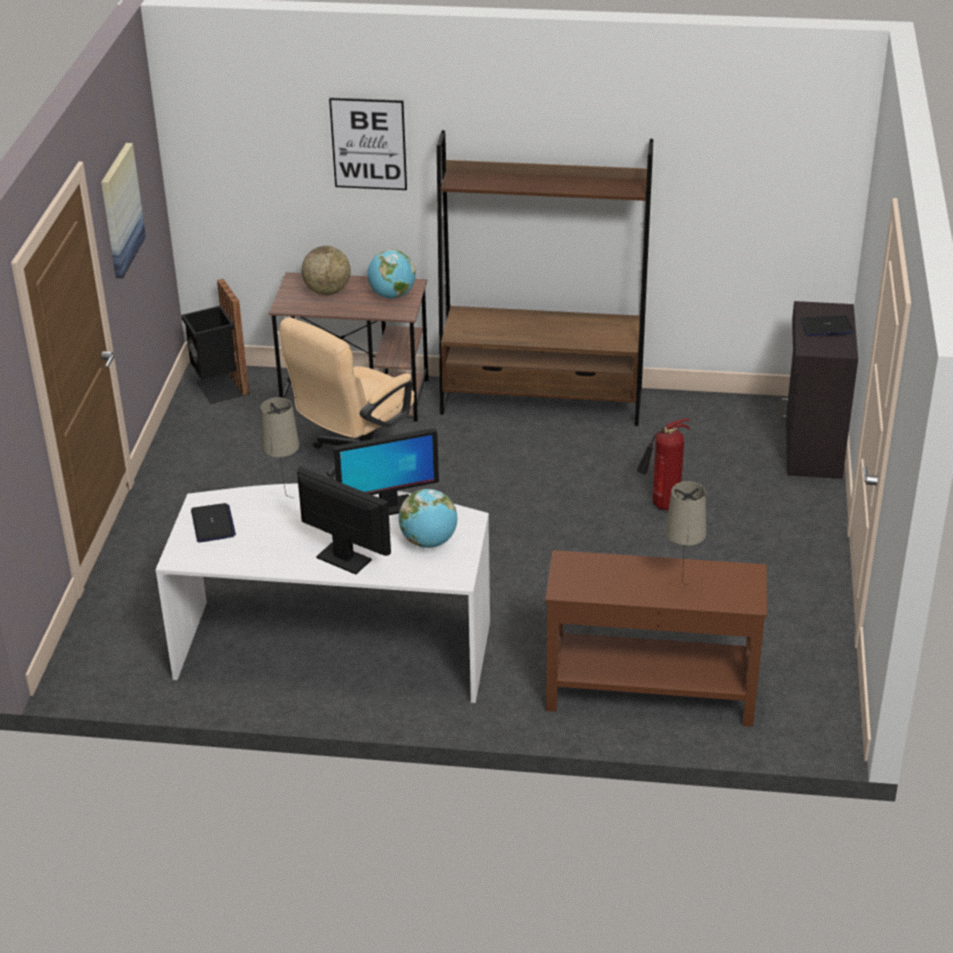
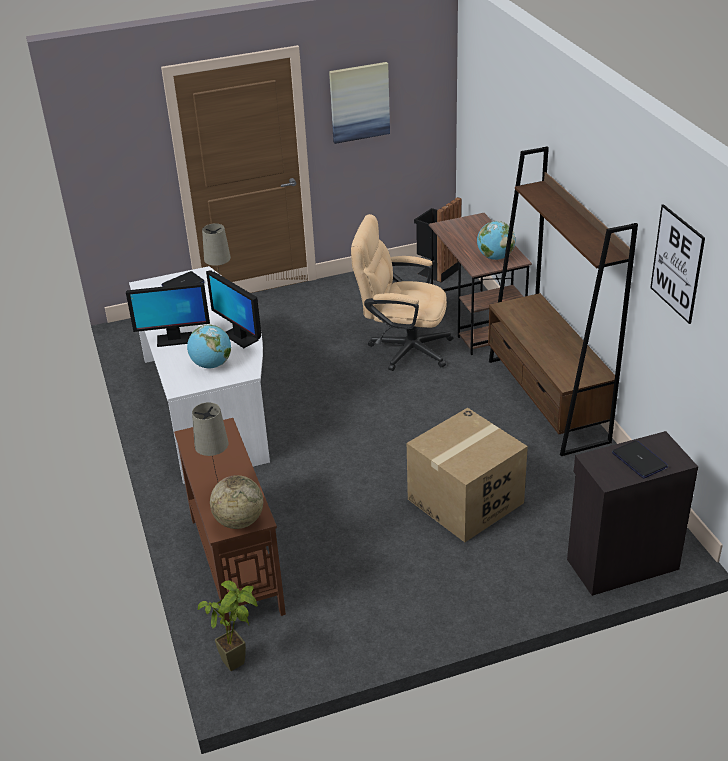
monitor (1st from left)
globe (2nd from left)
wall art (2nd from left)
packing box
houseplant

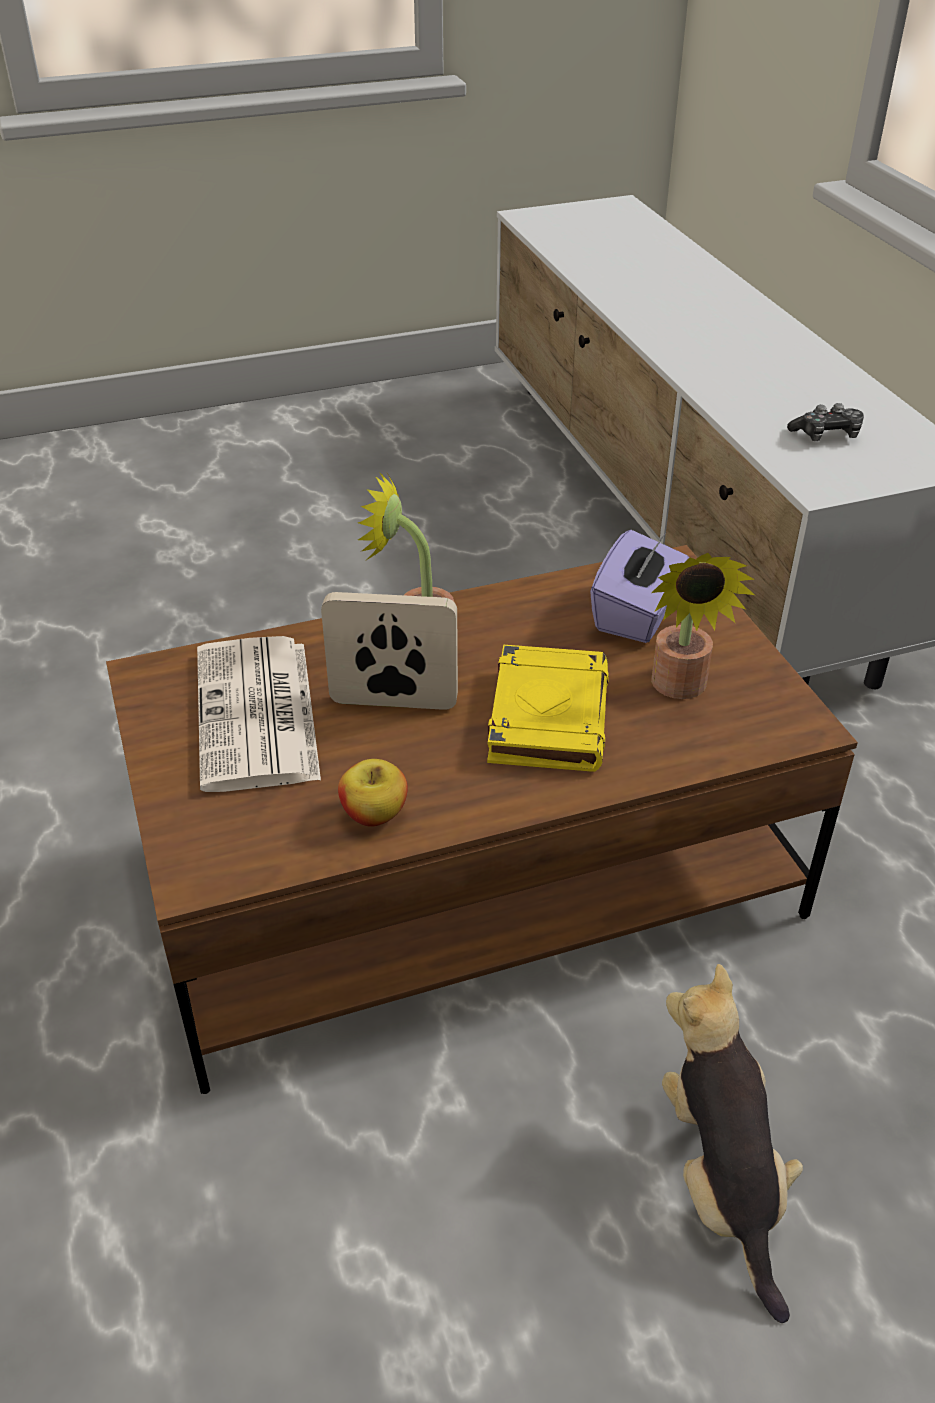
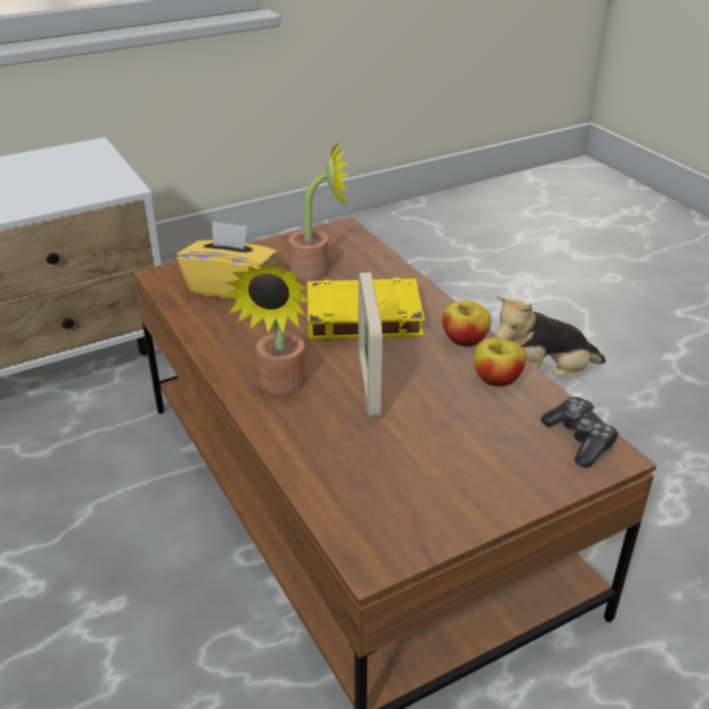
daily paper
box of tissues (yellow)
joypad
whole apple (1st from left)

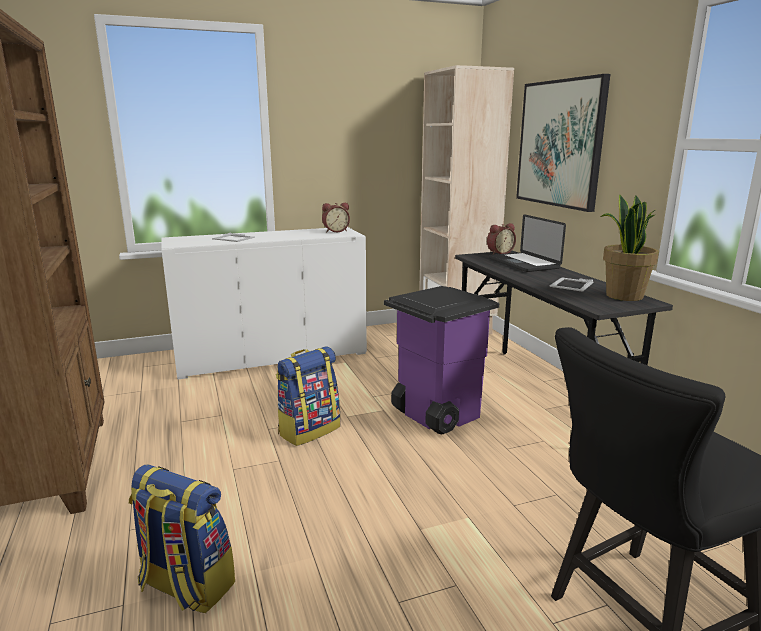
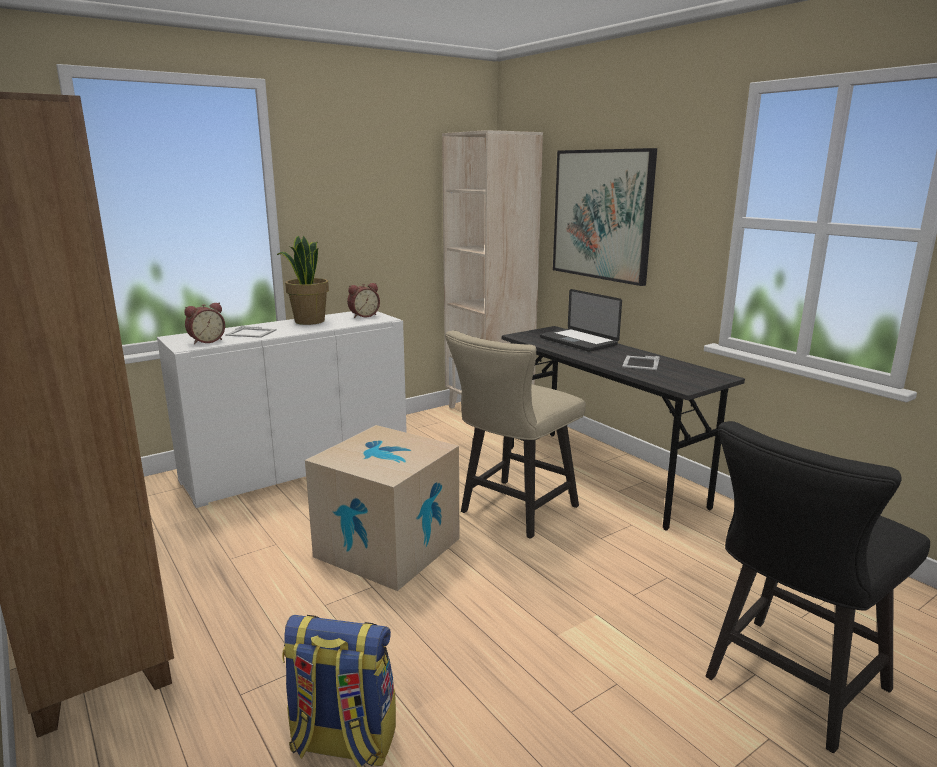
packing box
upright chair (beige-coloured)
table clock (1st from left)
houseplant

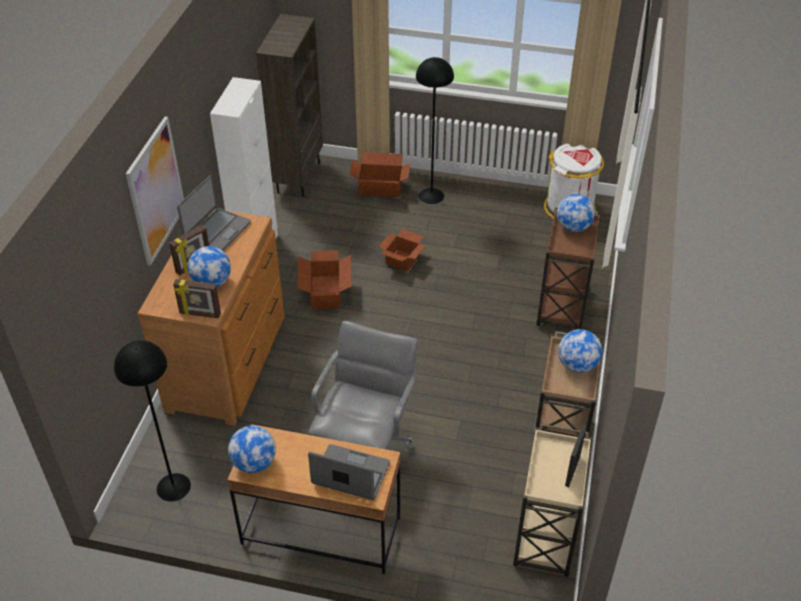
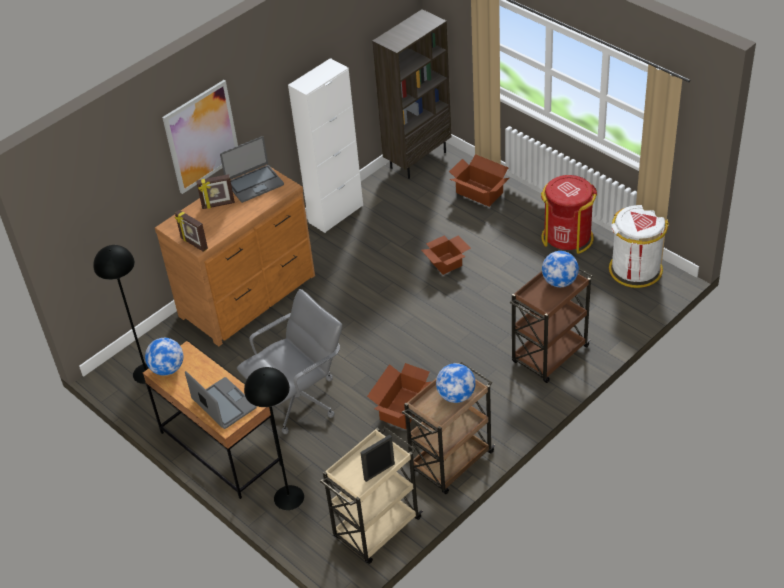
globe (1st from left in the first image)
packing box (1st from left)
floor lamp (black) (2nd from left)
trash can (reddish)

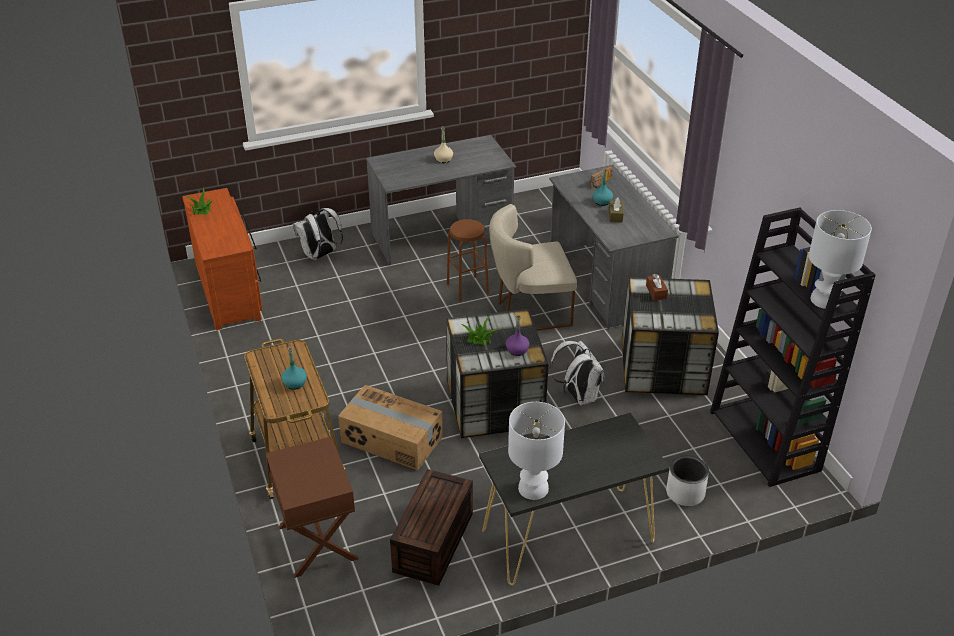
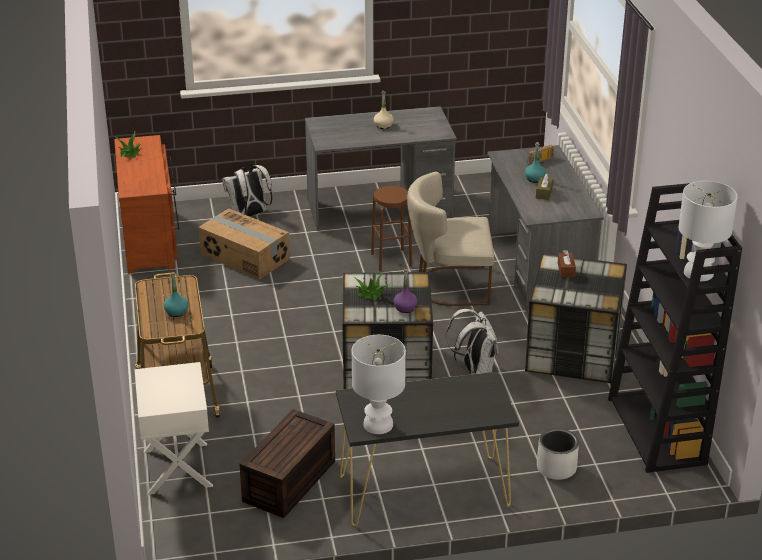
night table (whitish)
packing box

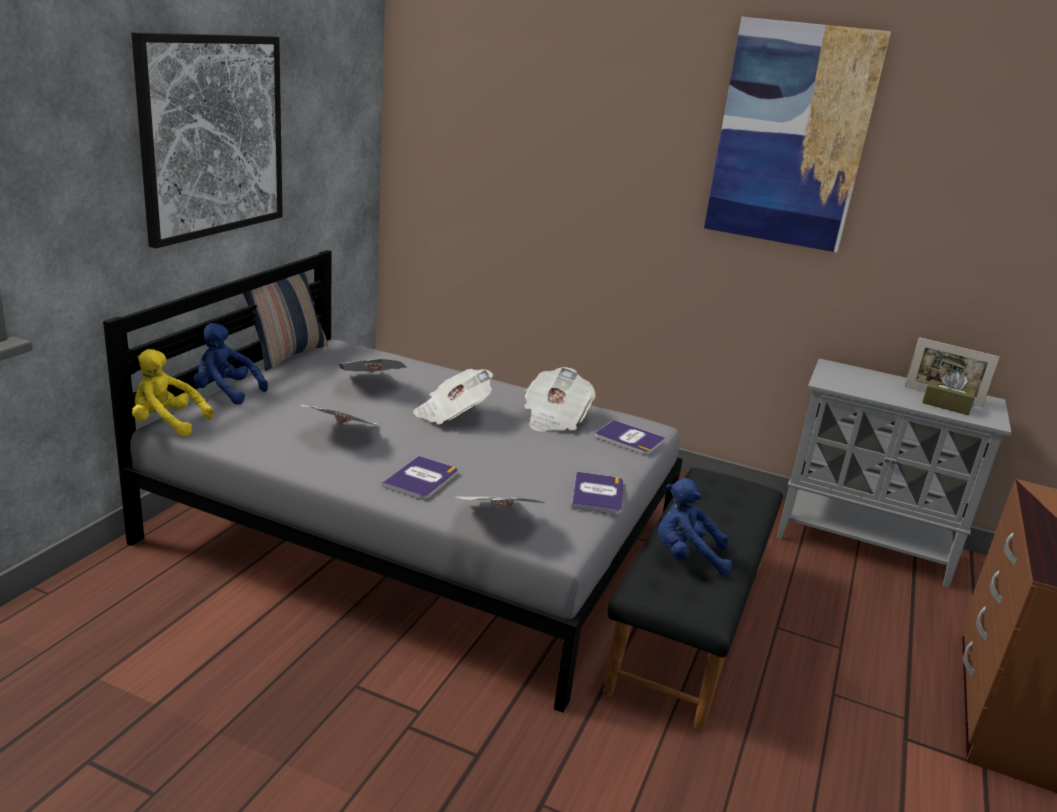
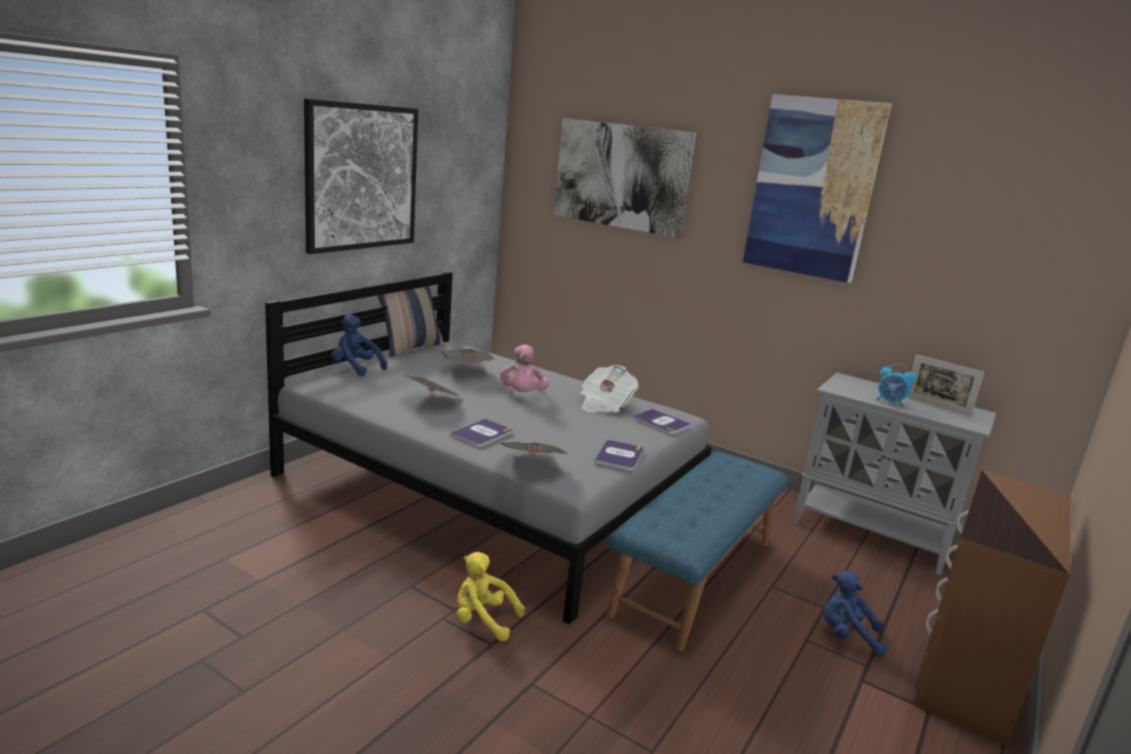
plush toy (yellow)
plush toy (pinkish)
long seat (bluish)
plush toy (bluish) (2nd from left)
box of tissues (brown-coloured)
wall art (2nd from left)
table clock

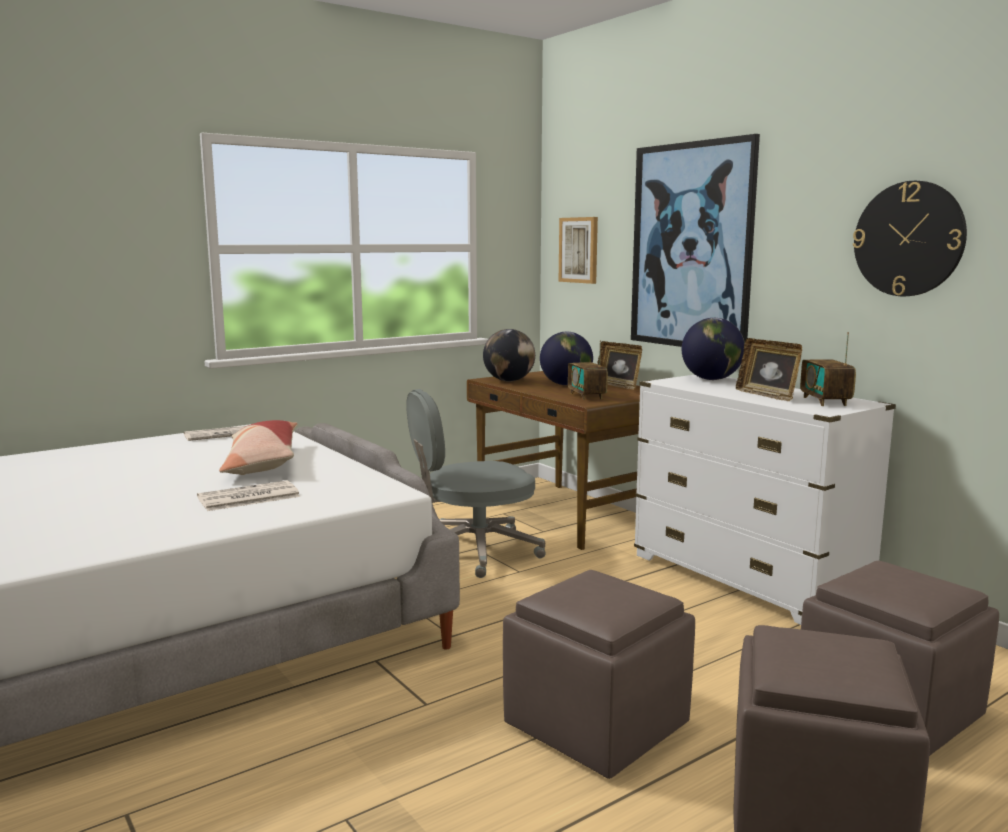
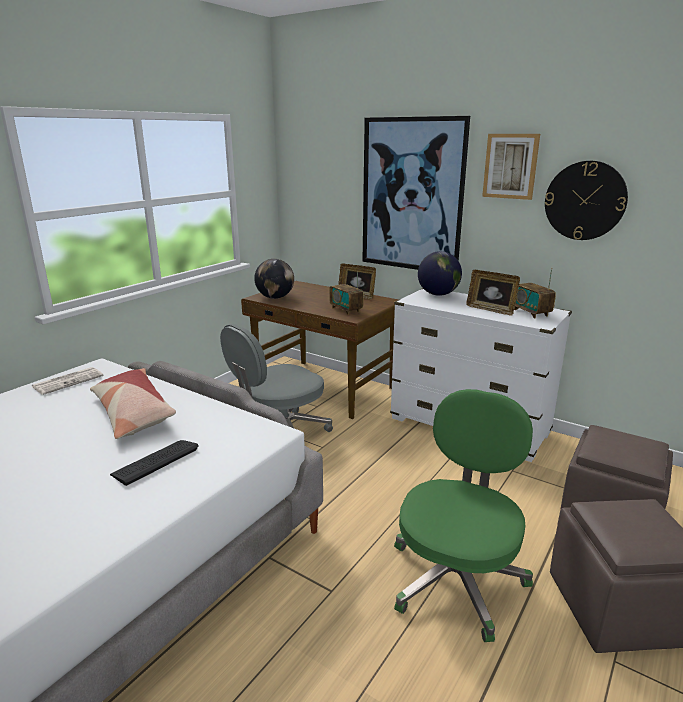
keyboard
office chair (green-coloured)
globe (2nd from left in the first image)
wall art (2nd from left)

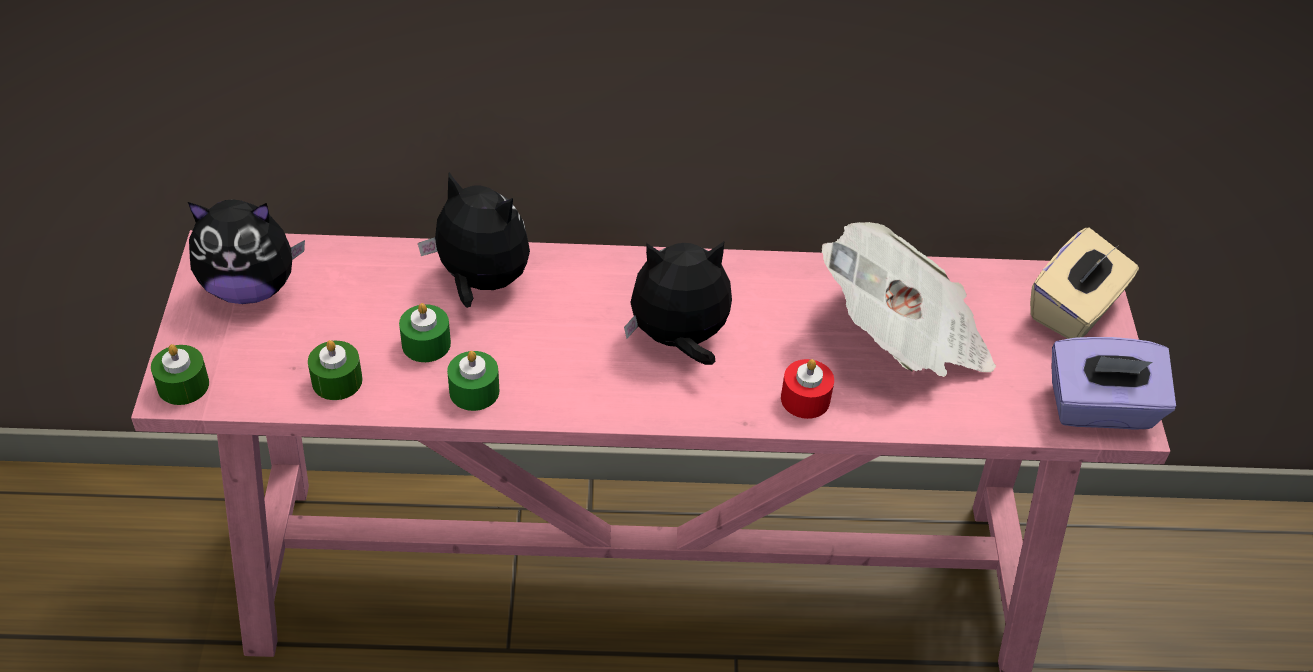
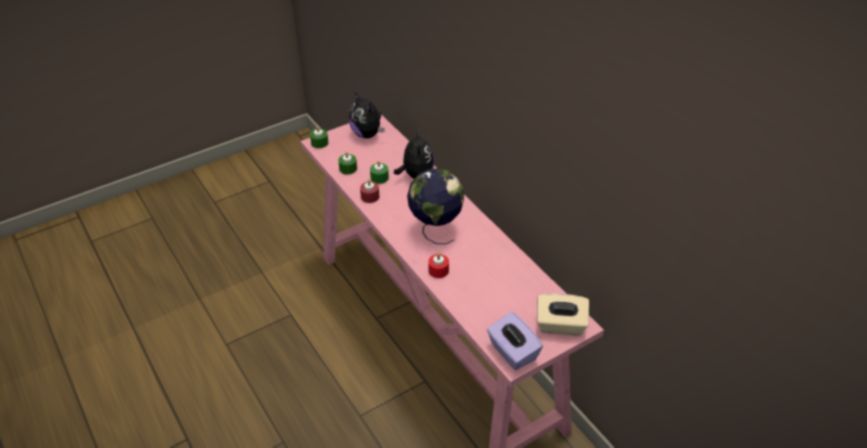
candle (reddish) (1st from left)
globe
daily paper

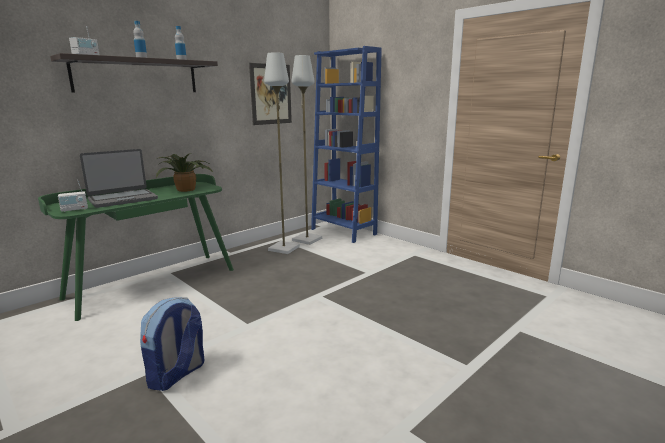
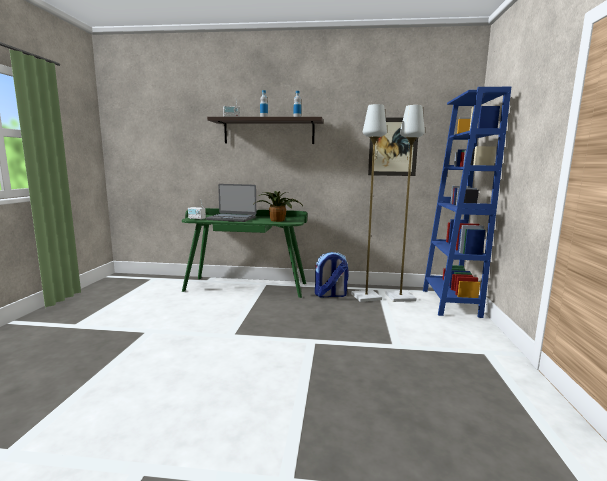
rucksack

